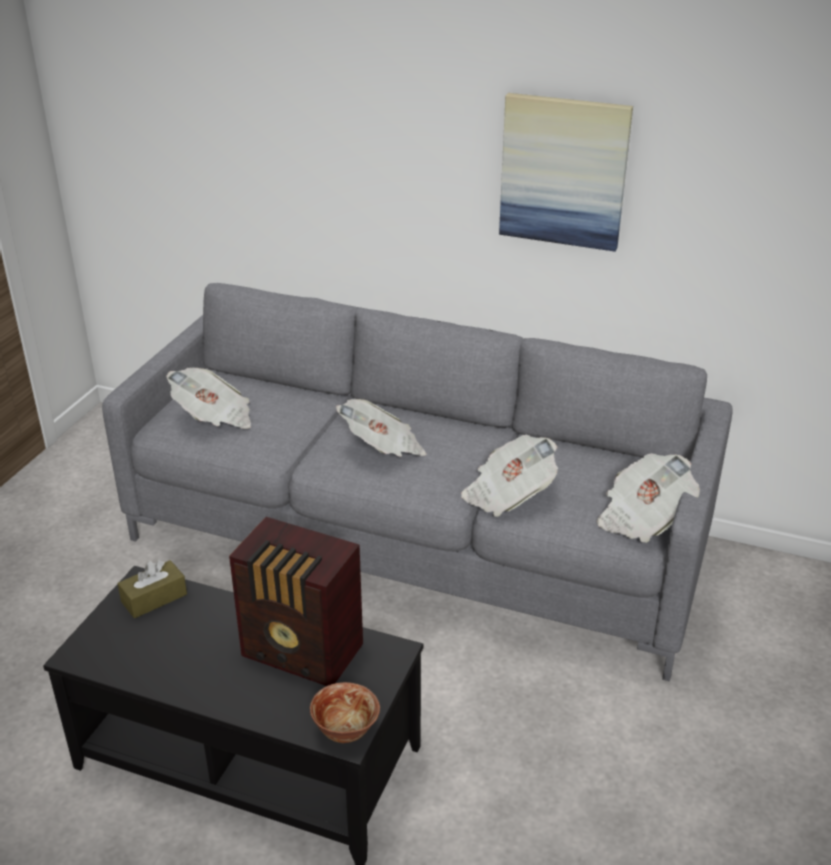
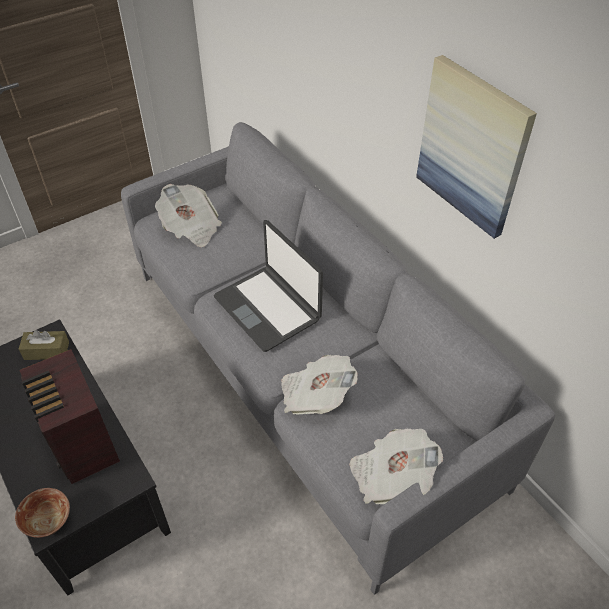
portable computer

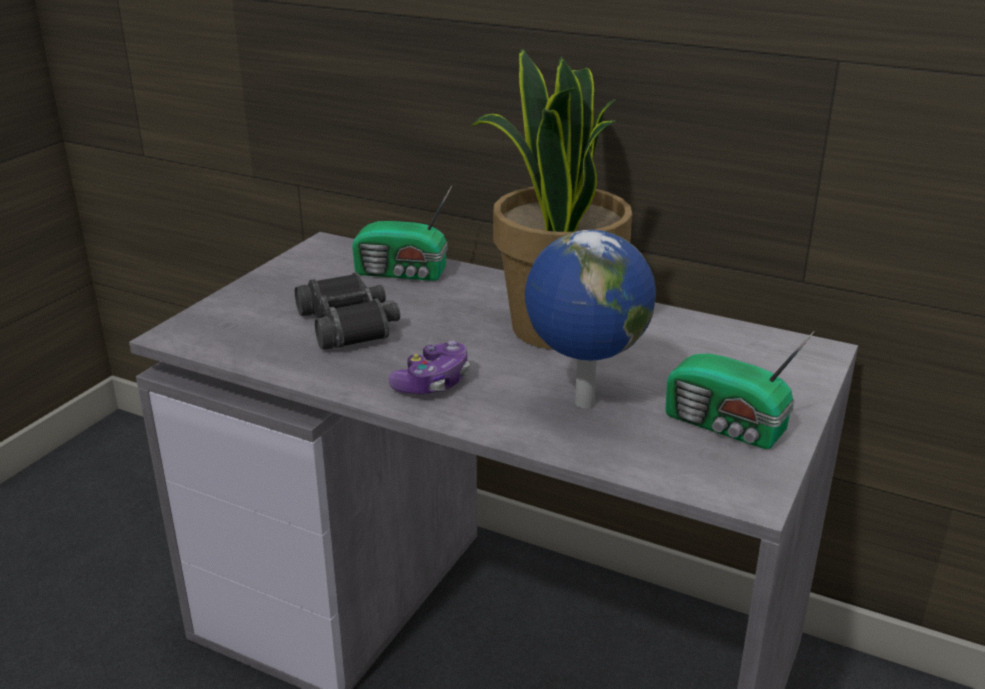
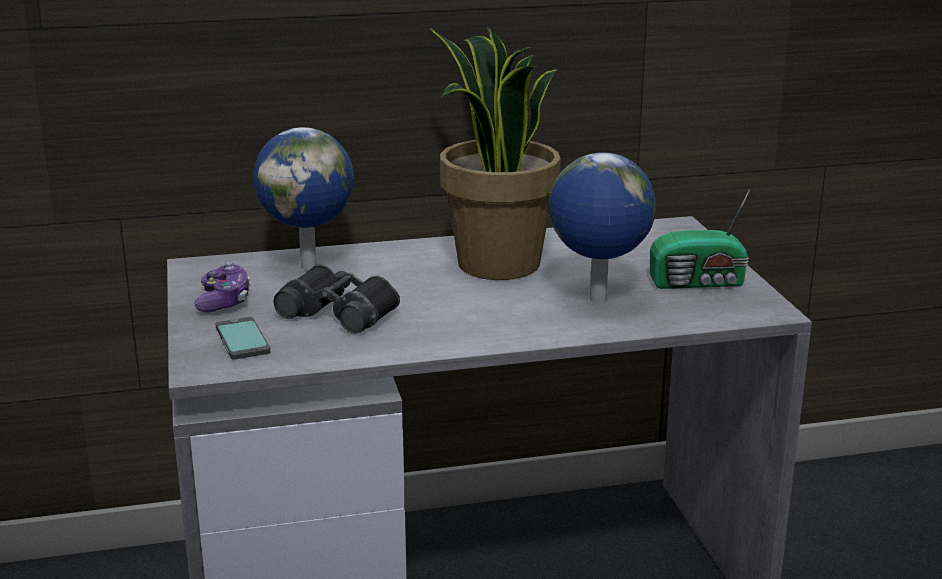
globe (1st from left)
joypad
phone

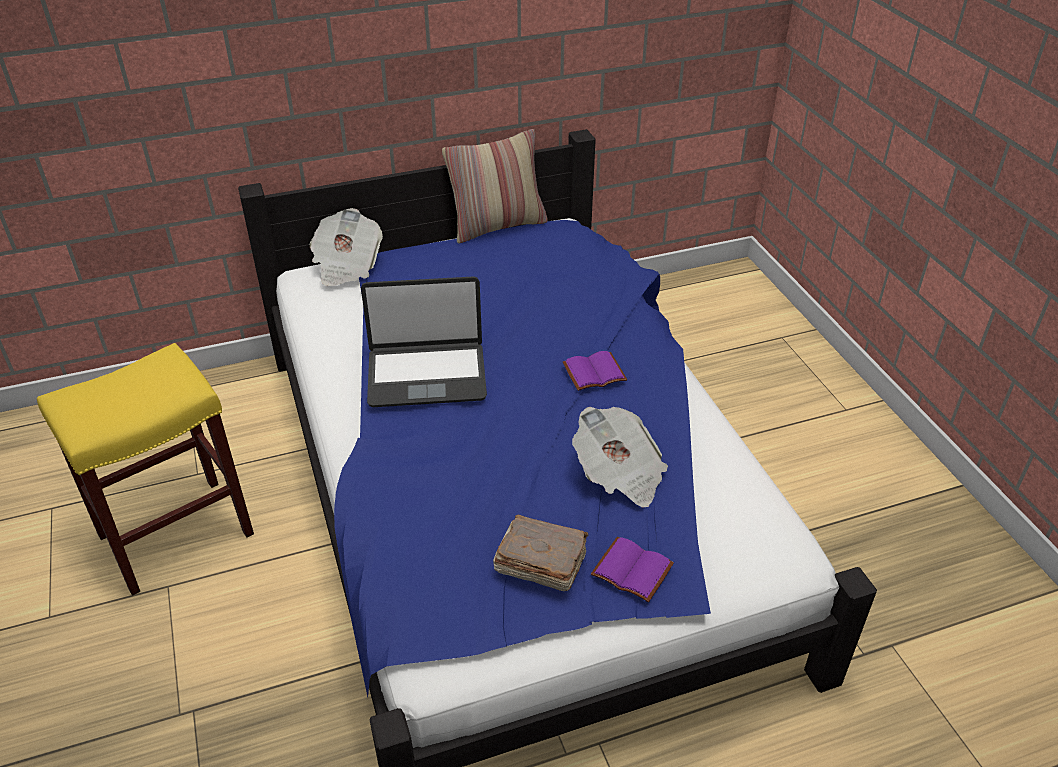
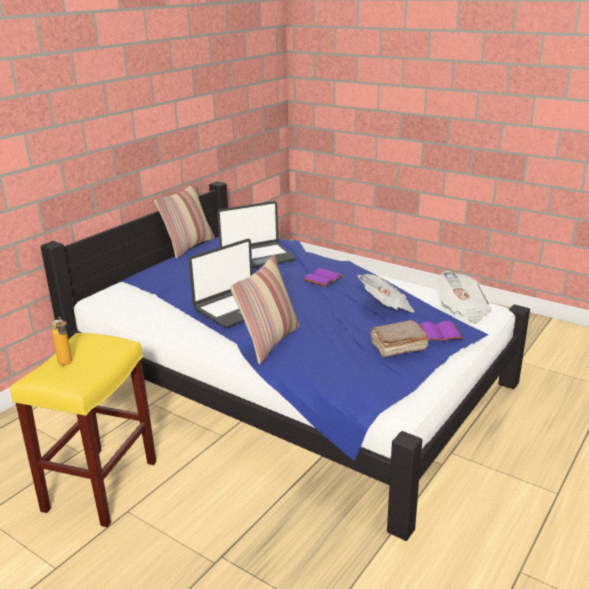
daily paper (2nd from left)
bottle
portable computer (2nd from left)
pillow (2nd from left)

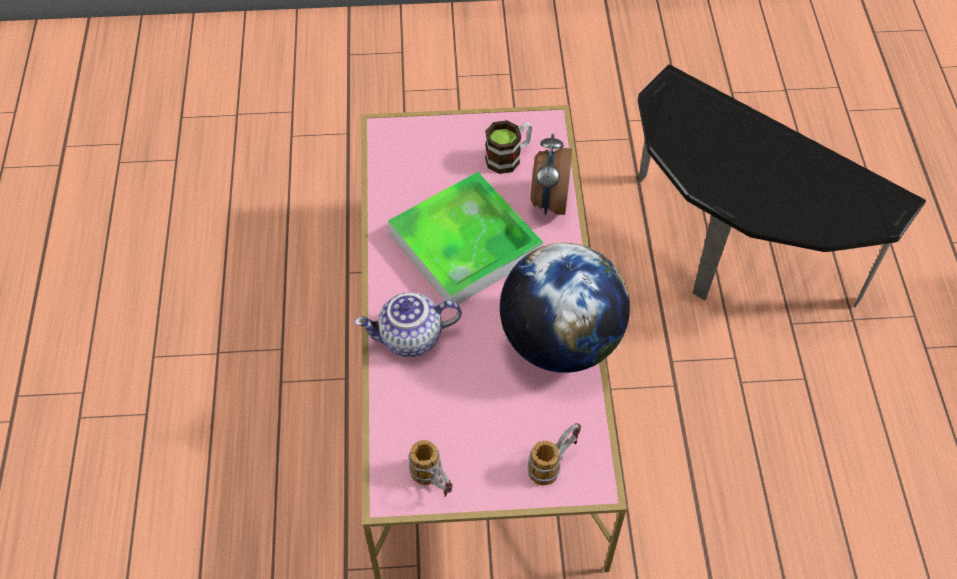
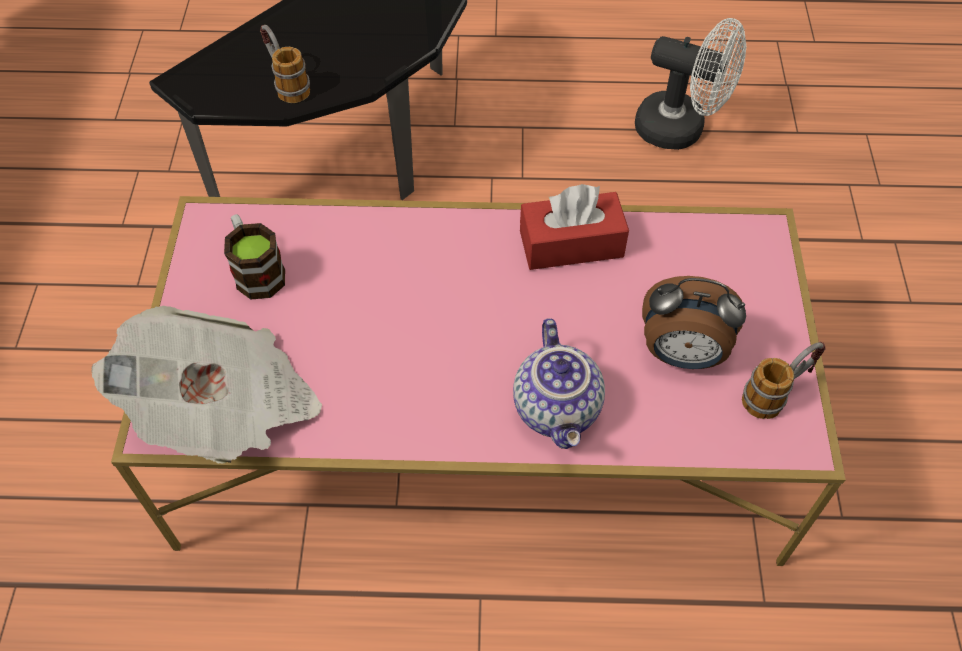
carrying tray
box of tissues (reddish)
coffee mug (2nd from left)
table clock
daily paper
fan (whitish)

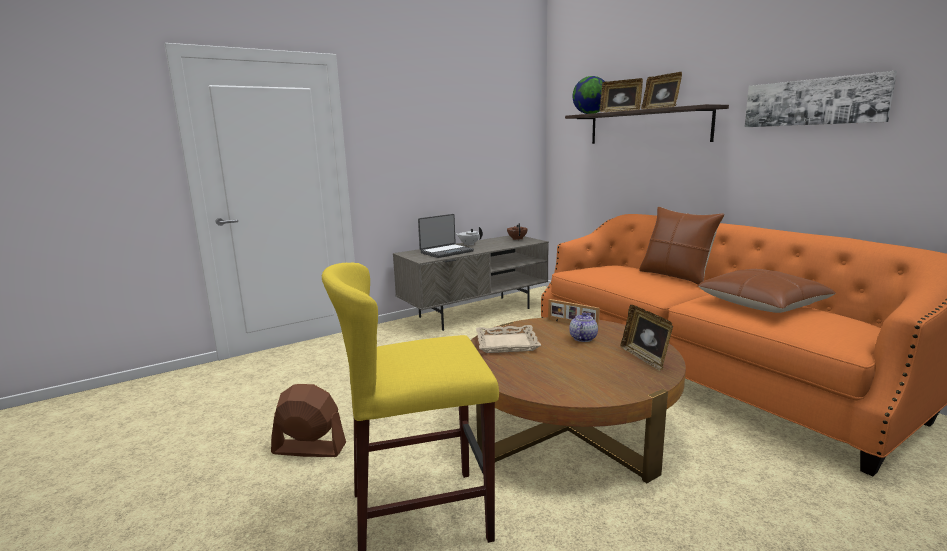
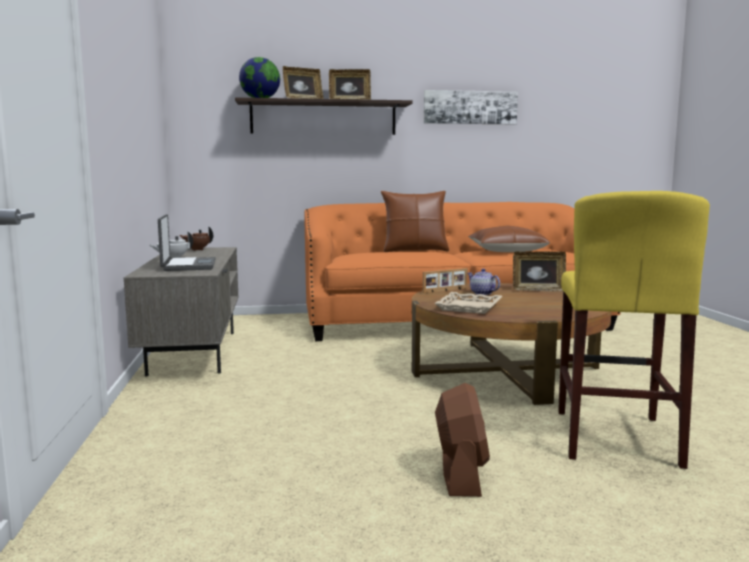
fan (brown-coloured)

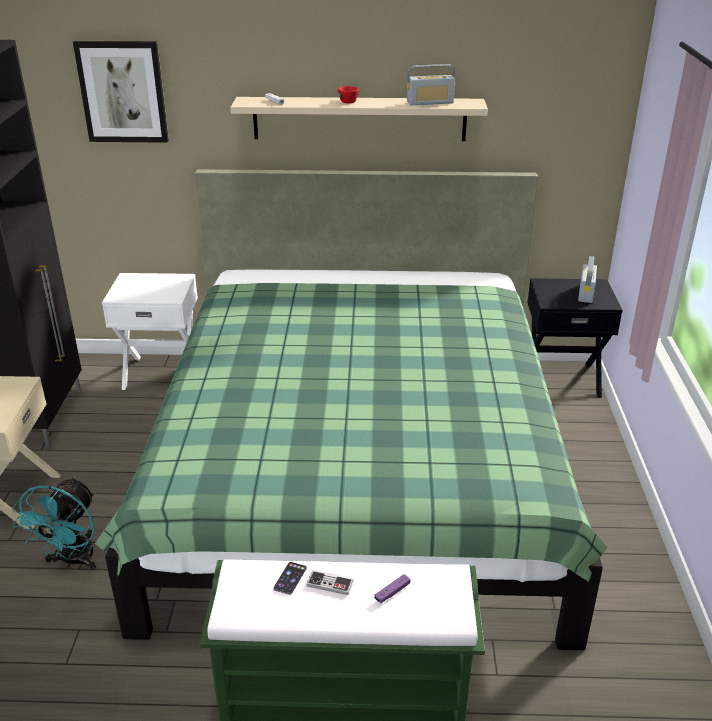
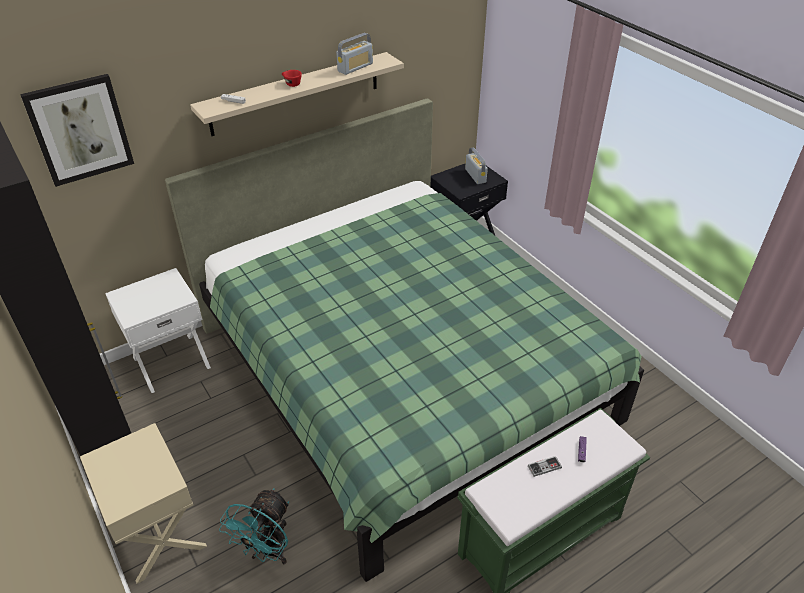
fan (turquoise)
phone

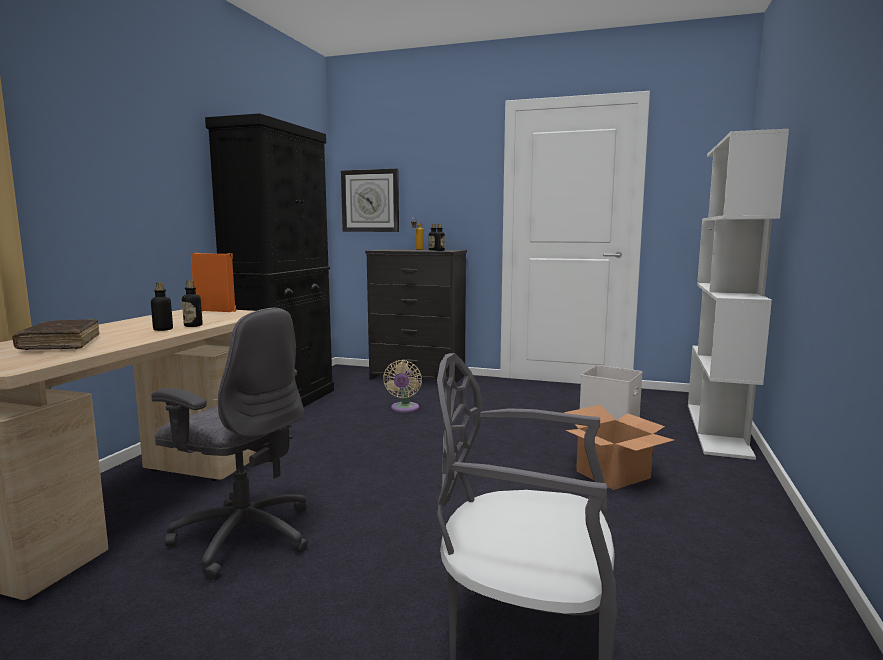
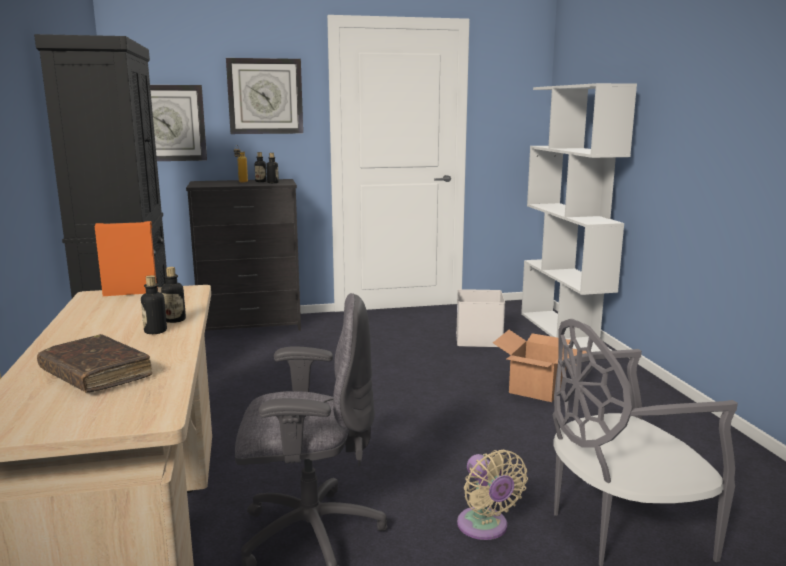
fan (beige-coloured)
hanging clock (2nd from left)

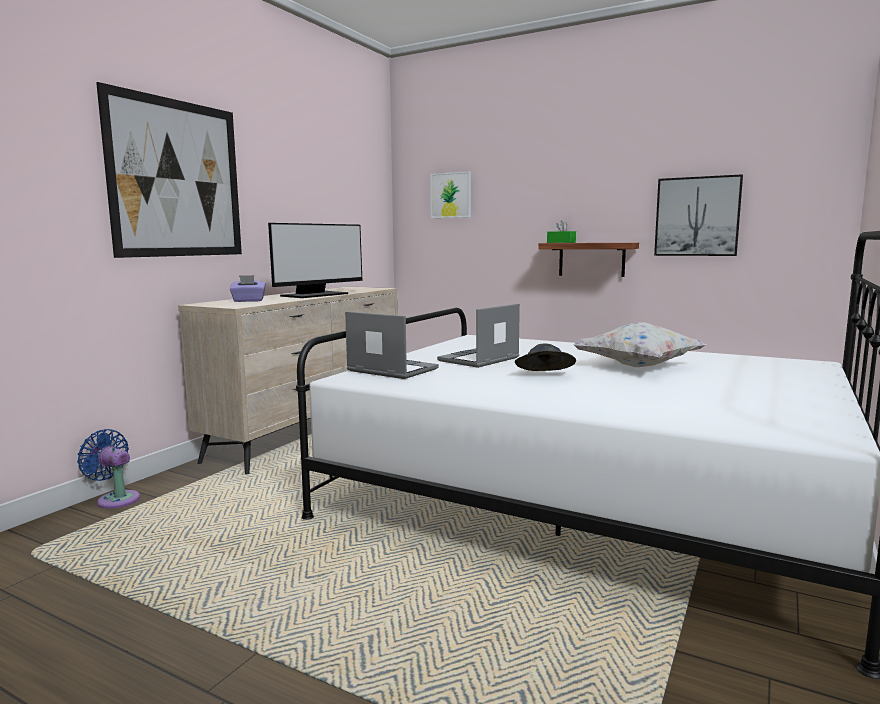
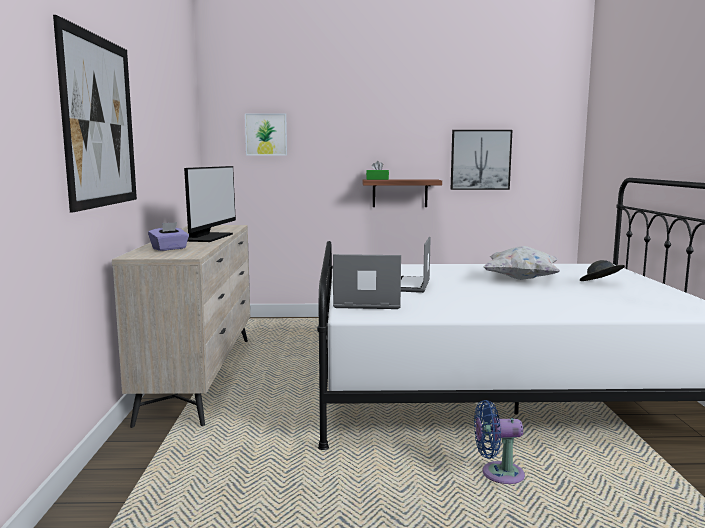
fan (bluish)
clothing hat (grey)

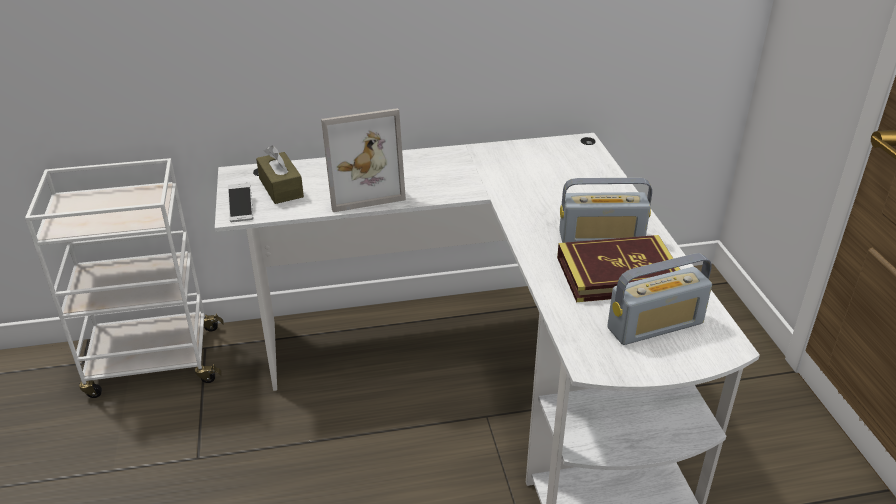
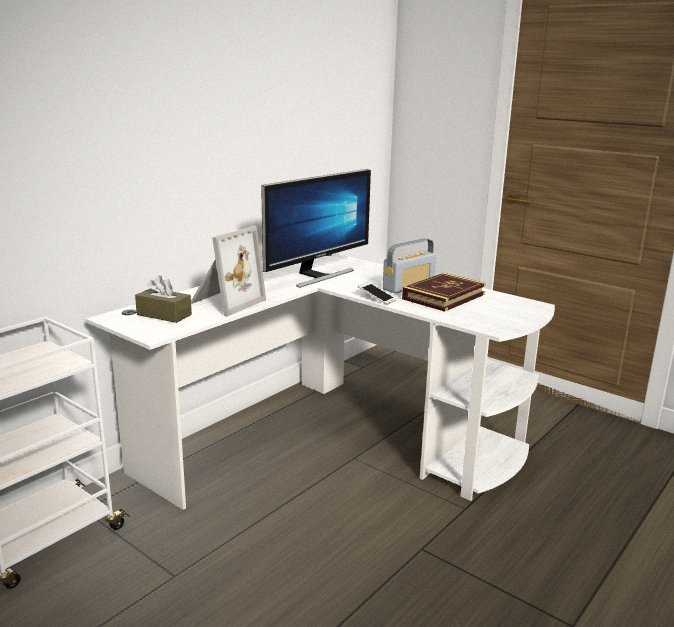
phone
radio receiver (2nd from left in the first image)
monitor

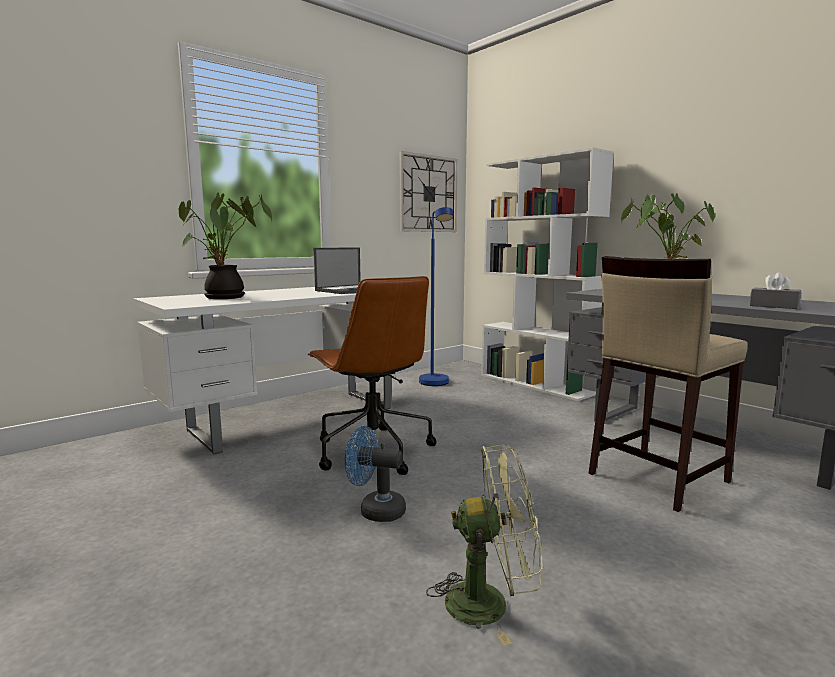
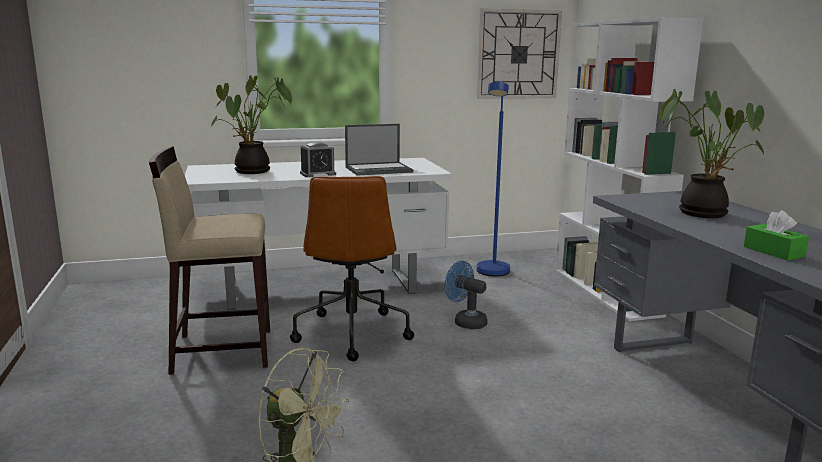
fan (bluish)
stool (beige-coloured)
box of tissues (green-coloured)
table clock

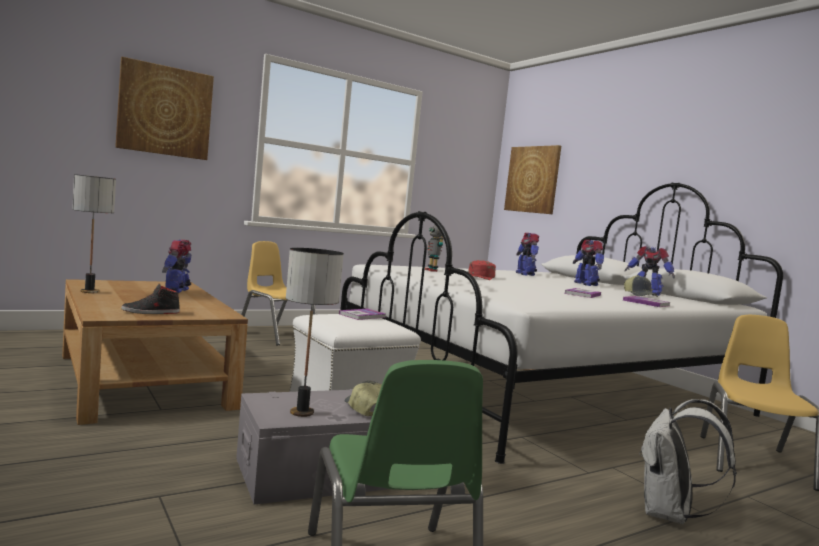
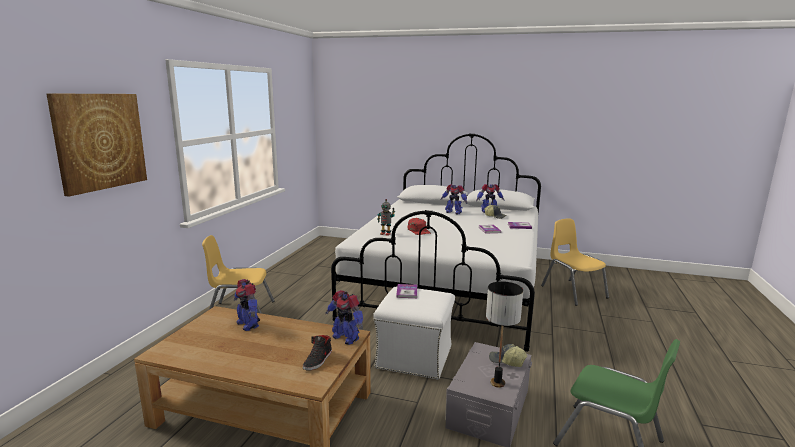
tabletop lamp (1st from left in the first image)
wall art (2nd from left in the first image)
robot figure (2nd from left)
rucksack (whitish)

